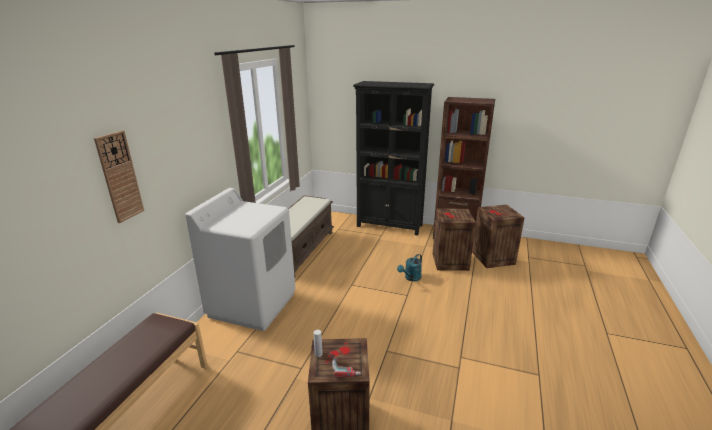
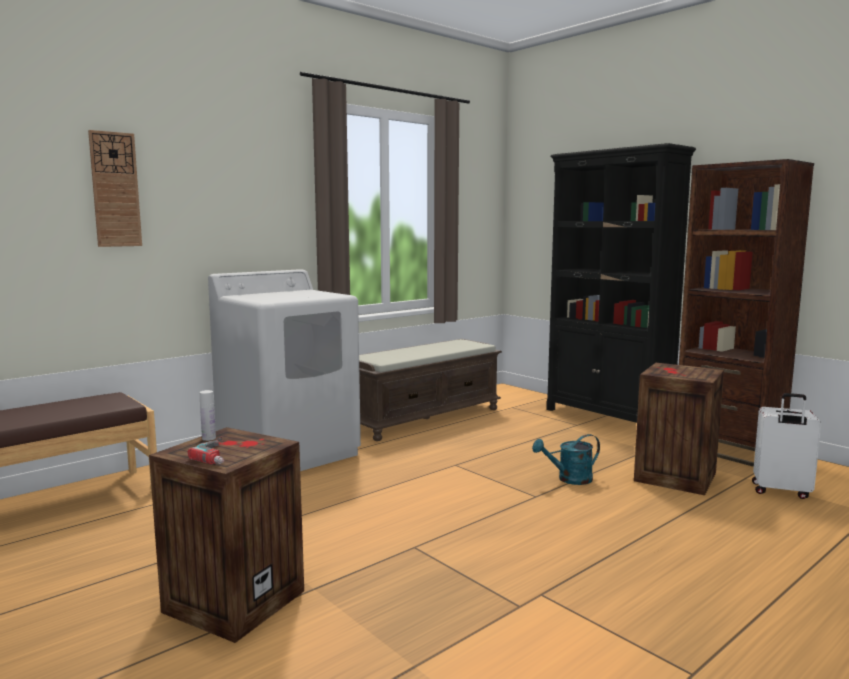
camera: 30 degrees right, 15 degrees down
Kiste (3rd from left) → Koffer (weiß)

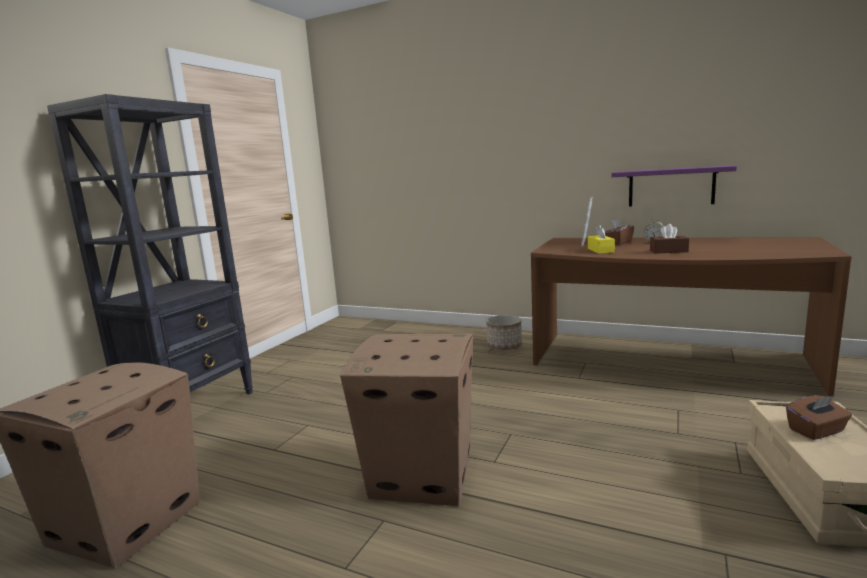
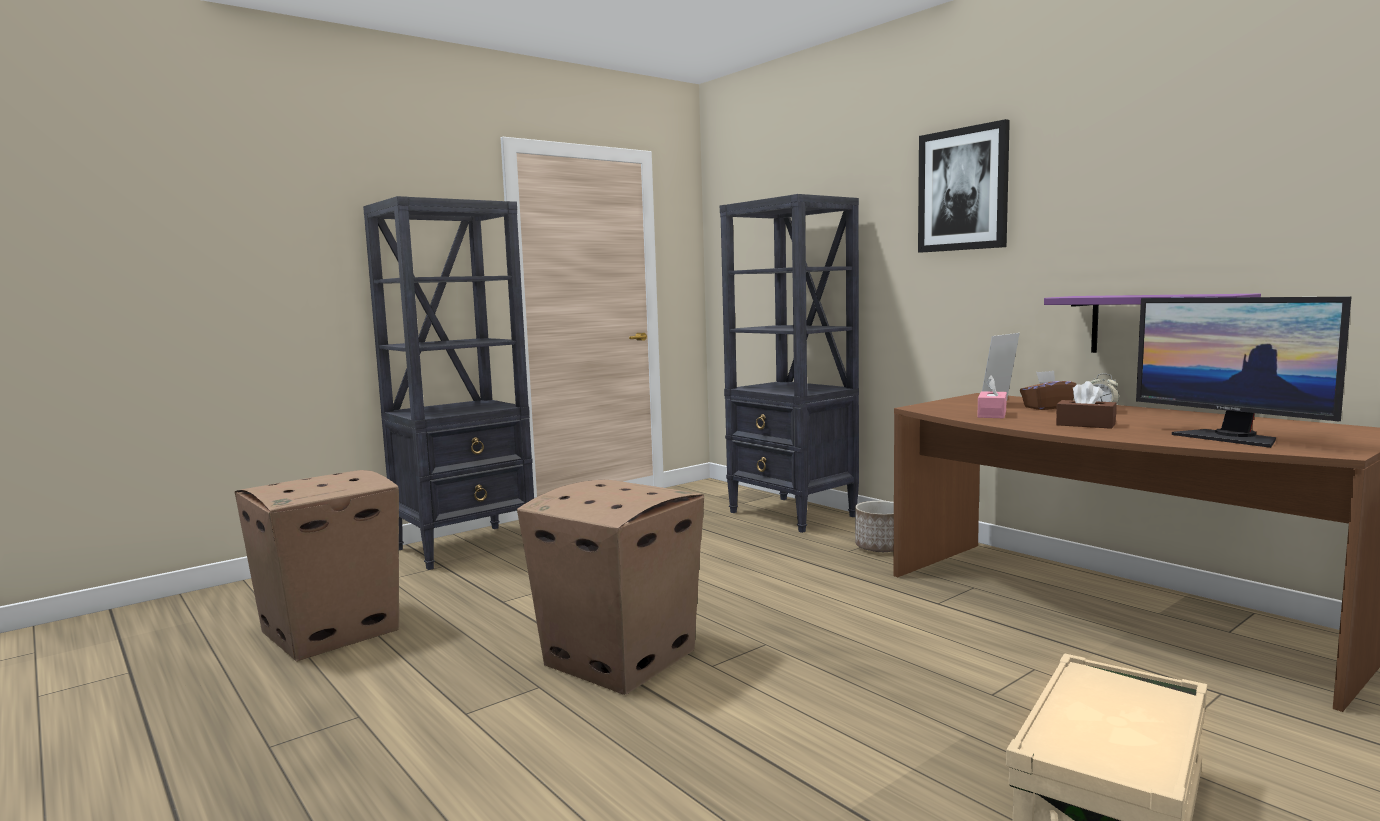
camera: 25 degrees right, 5 degrees down
Taschentuchbox (braun) (3rd from left) → -
- → Bücherregal (schwarz) (2nd from left)
- → Bild
- → Monitor
Taschentuchbox (gelb) → Taschentuchbox (rosa)

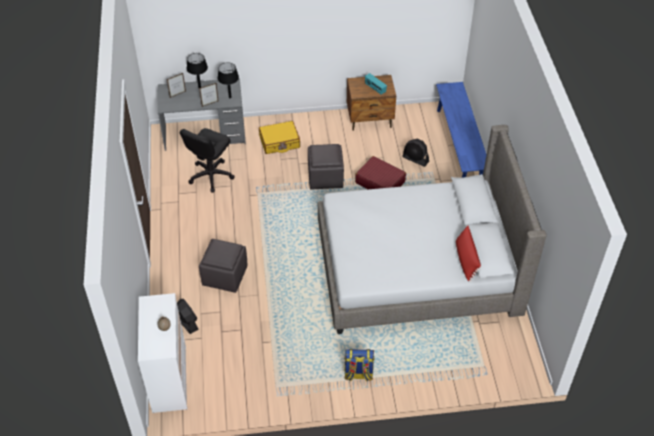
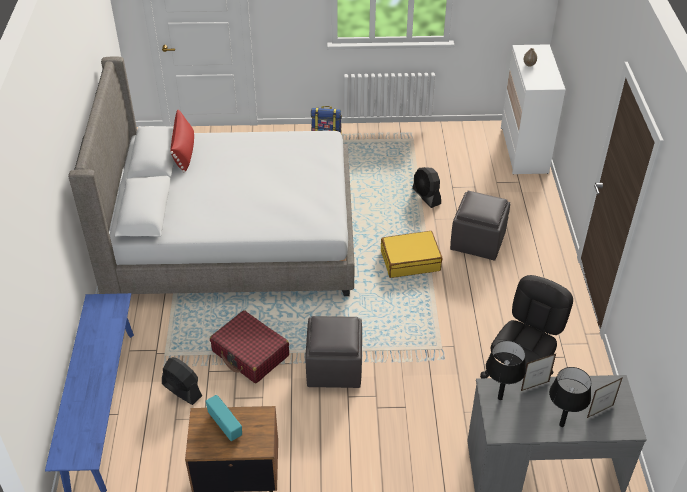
camera: 175 degrees left, 5 degrees down
Ventilator (schwarz) (1st from left in the first image) → Ventilator (schwarz) (2nd from left), move
Koffer (gelb), move

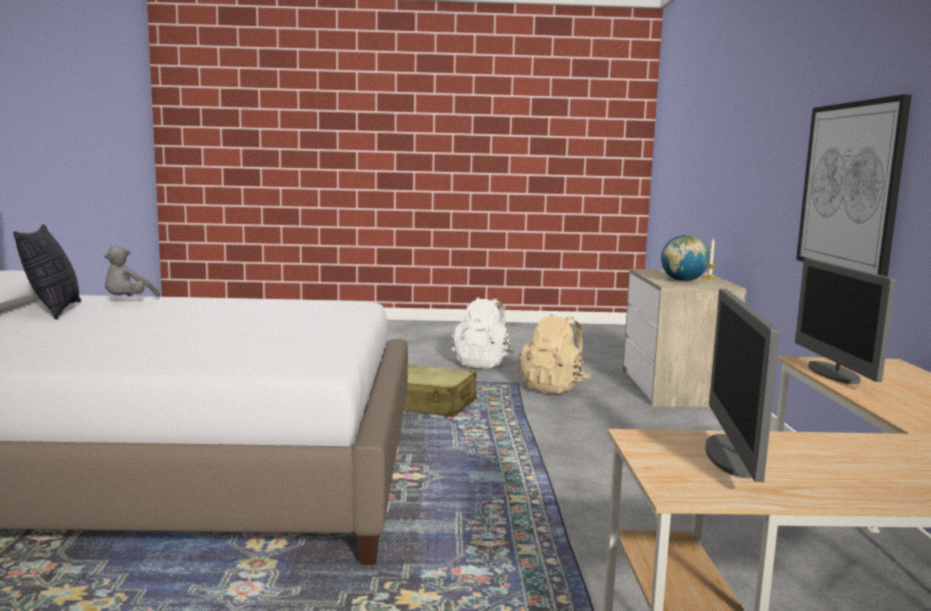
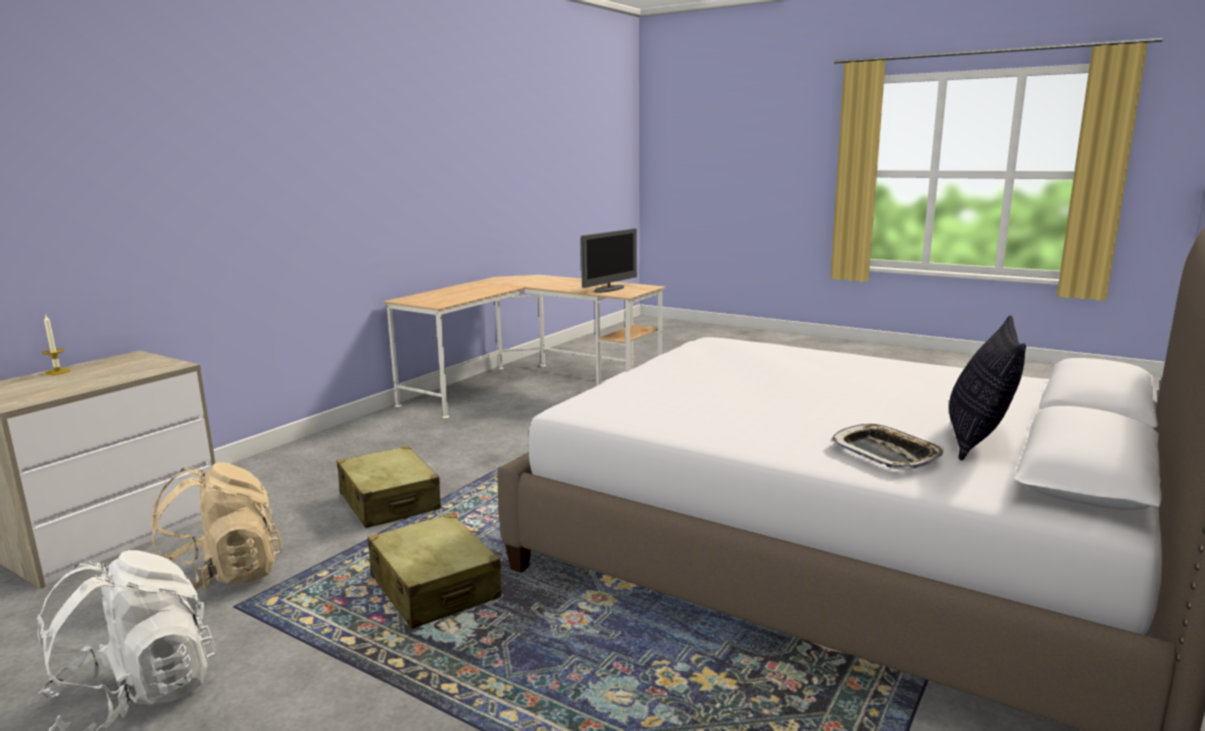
camera: 145 degrees left, 5 degrees up
Globus → -
Monitor (2nd from left) → -
Bild → -
- → Koffer (beige) (1st from left)
Plüschtier (grau) → Tablett

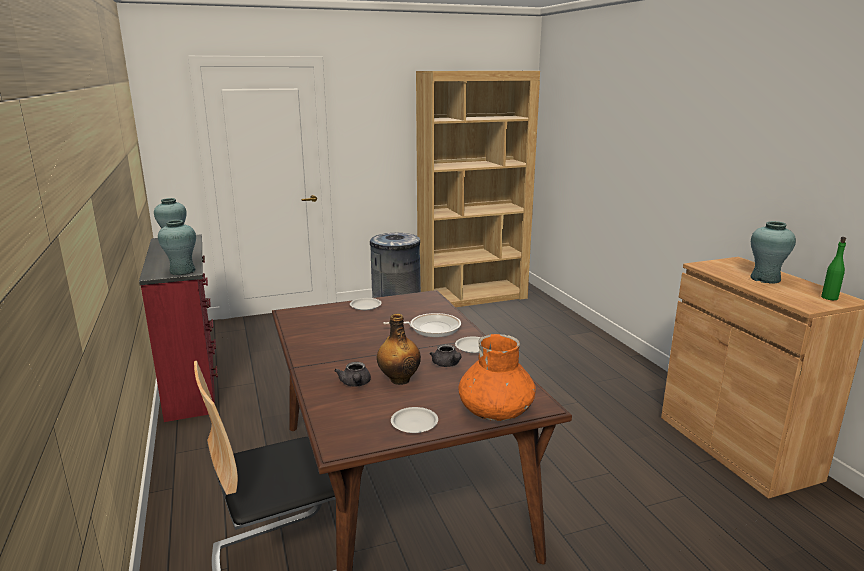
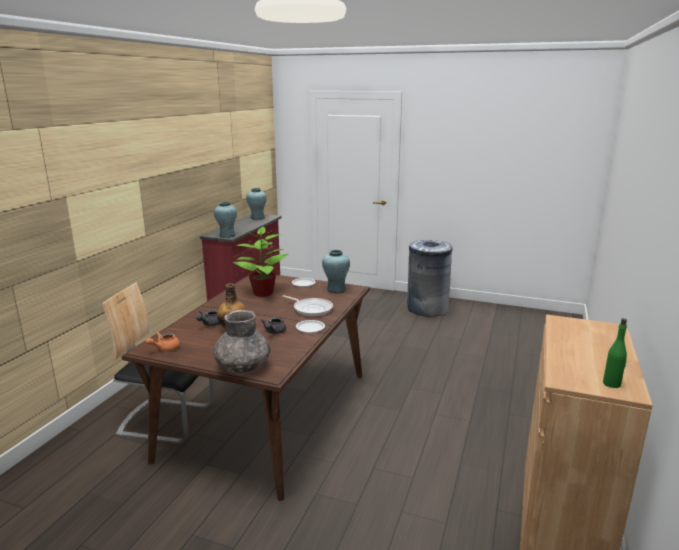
camera: 40 degrees right, 0 degrees up
Teller (weiß) (2nd from left) → -
Bücherregal (braun) → -
- → Teekanne (orange)
- → Topfpflanze
Vase (türkis) (3rd from left), move
Vase (orange) → Vase (grau)

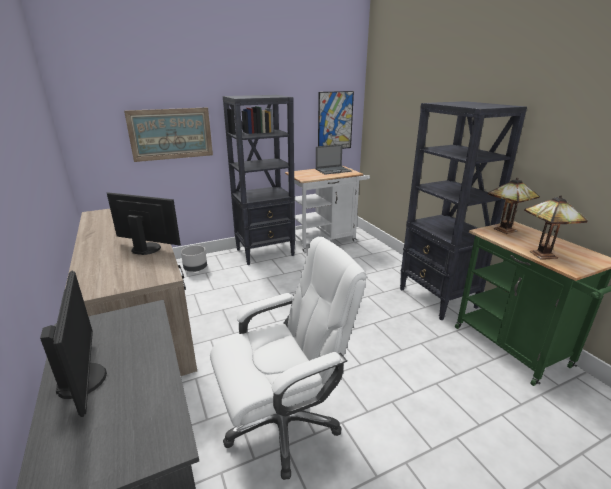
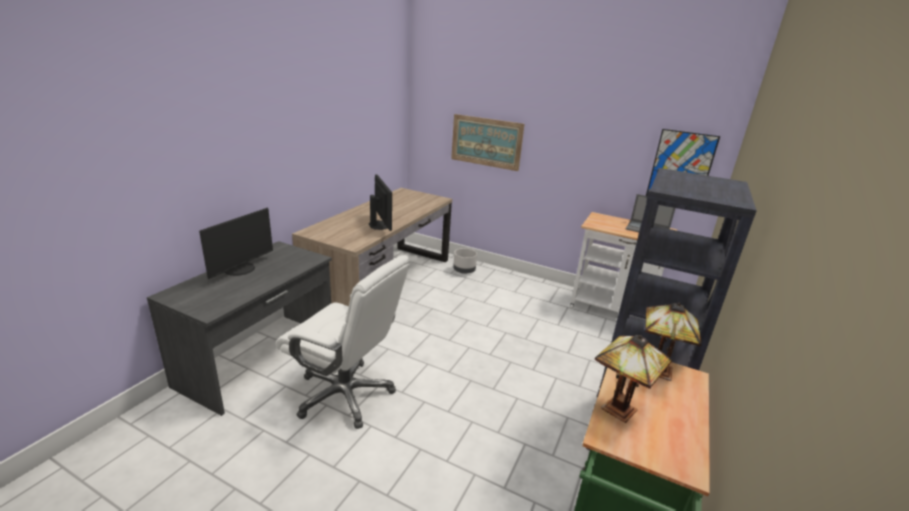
camera: 50 degrees right, 0 degrees up
Bücherregal (schwarz) (1st from left) → -

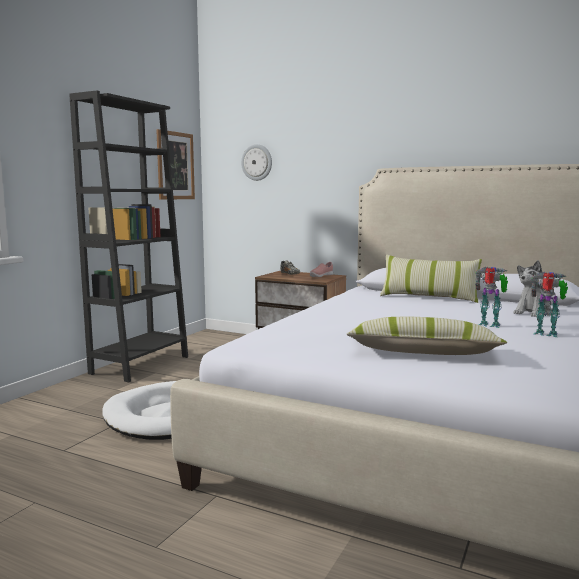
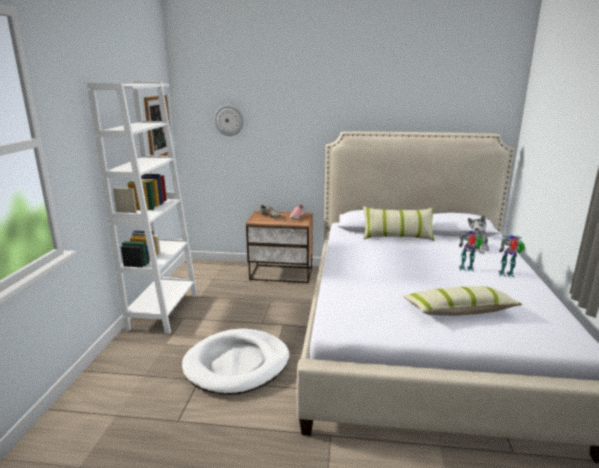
camera: 20 degrees left, 10 degrees up
Bücherregal (schwarz) → Bücherregal (weiß)

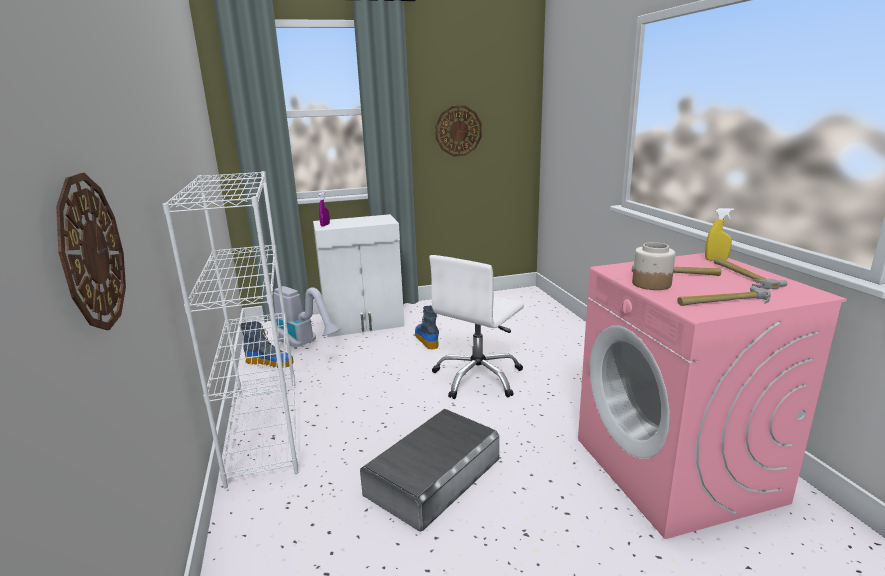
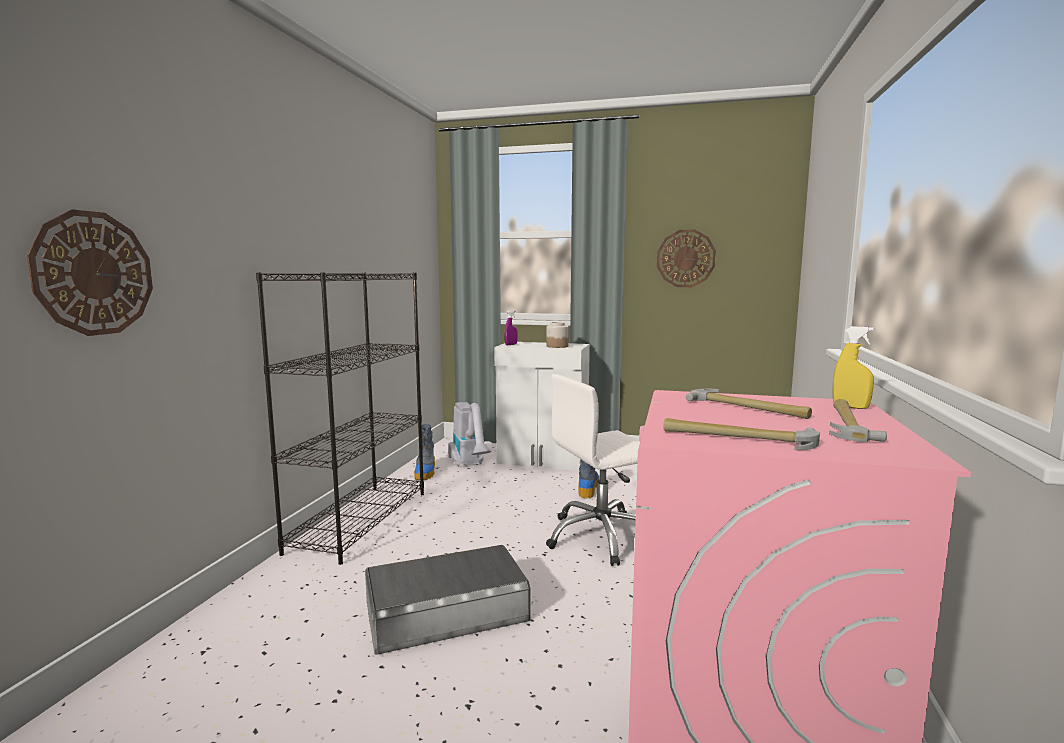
camera: 30 degrees right, 10 degrees down
Vorratsglas, move
Bücherregal (weiß) → Bücherregal (schwarz)
Stiefel (1st from left), 45 degrees clockwise

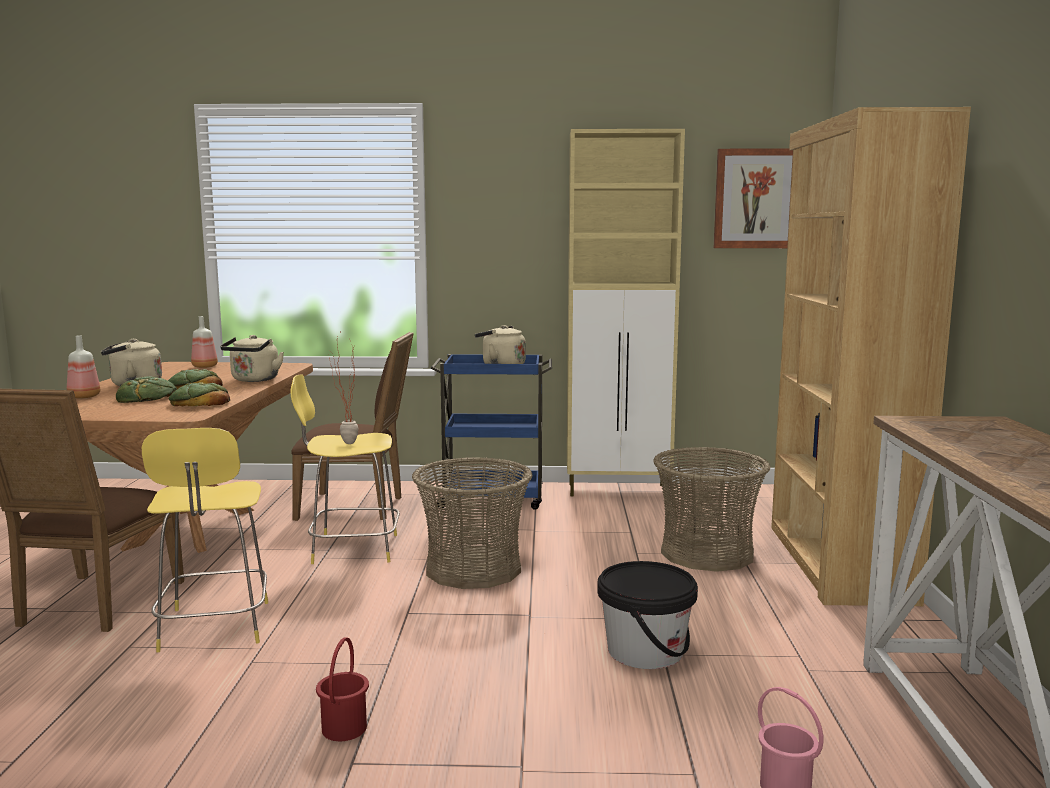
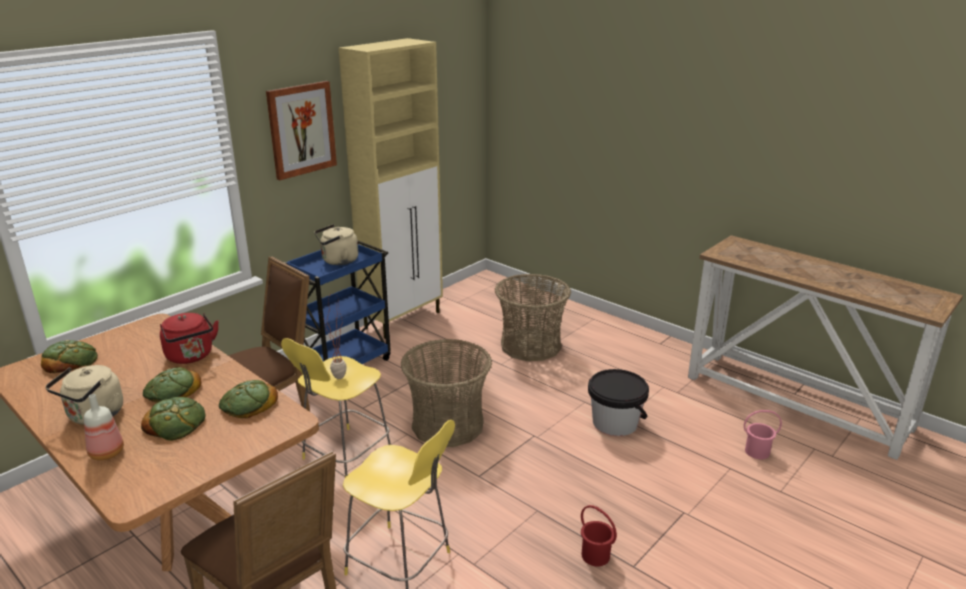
camera: 50 degrees left, 15 degrees up
Bücherregal (braun) → -
Bild, move
Flasche (2nd from left) → Brot (1st from left)
Wasserkessel (beige) (2nd from left) → Wasserkessel (rot)

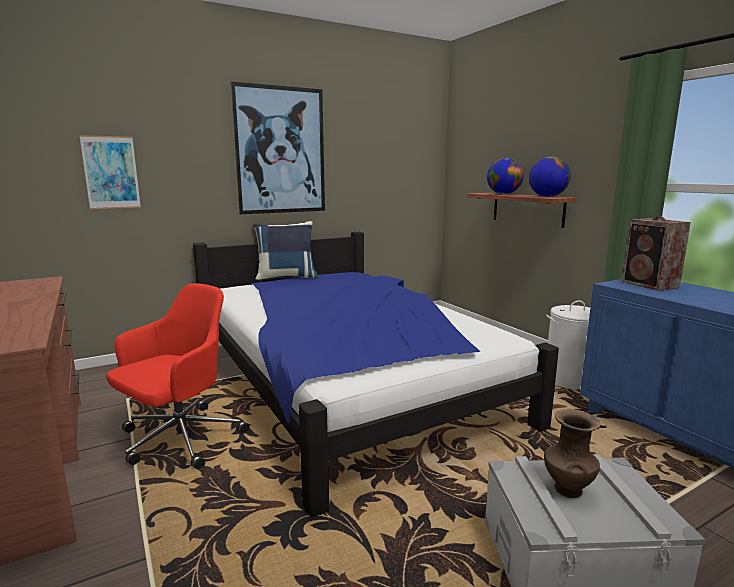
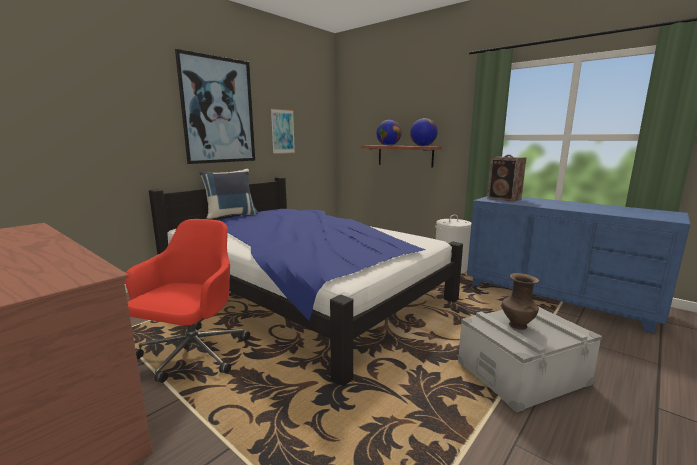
camera: 20 degrees left, 0 degrees up
Bild (1st from left in the first image) → Bild (2nd from left), move

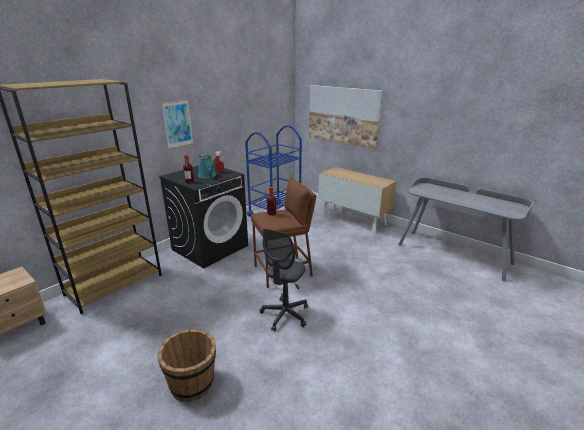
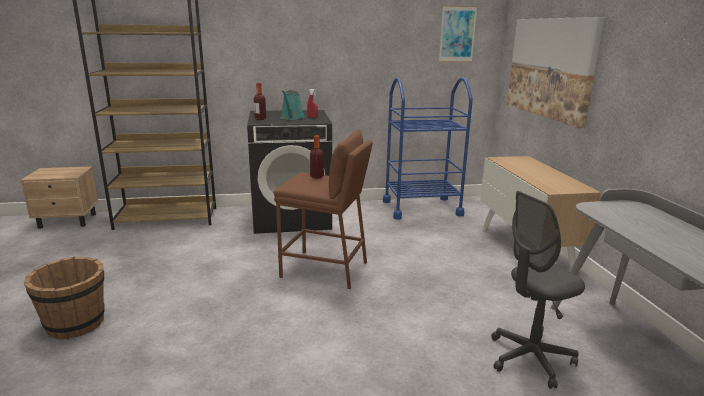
camera: 40 degrees right, 5 degrees down
Bild (1st from left), move
Bürostuhl (grau), move

